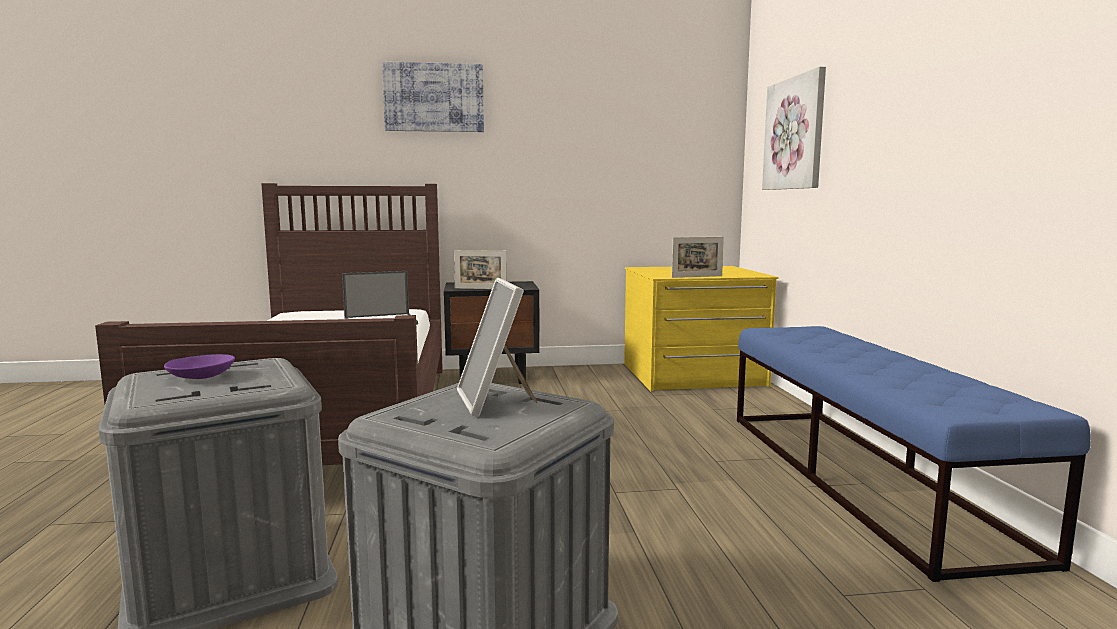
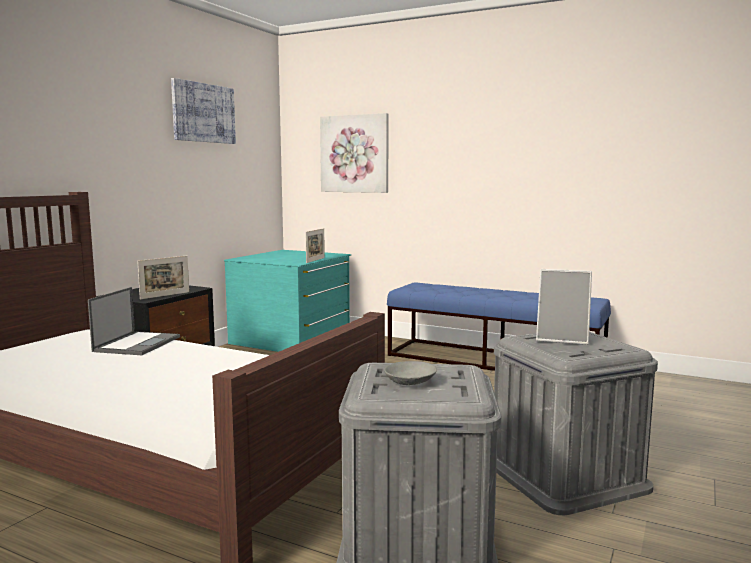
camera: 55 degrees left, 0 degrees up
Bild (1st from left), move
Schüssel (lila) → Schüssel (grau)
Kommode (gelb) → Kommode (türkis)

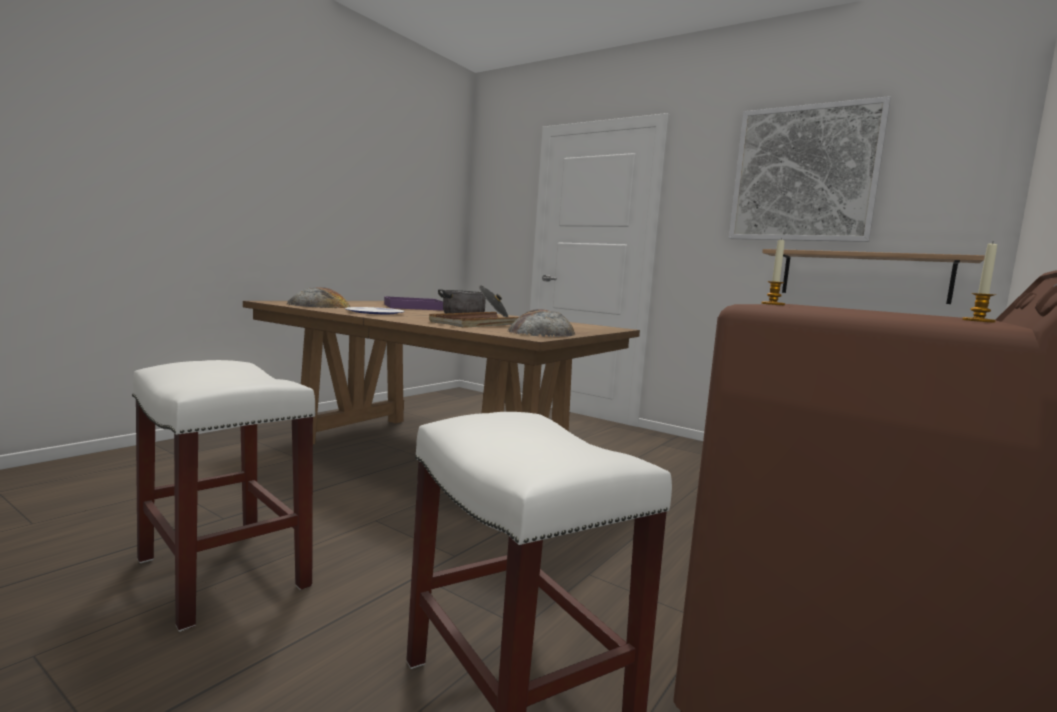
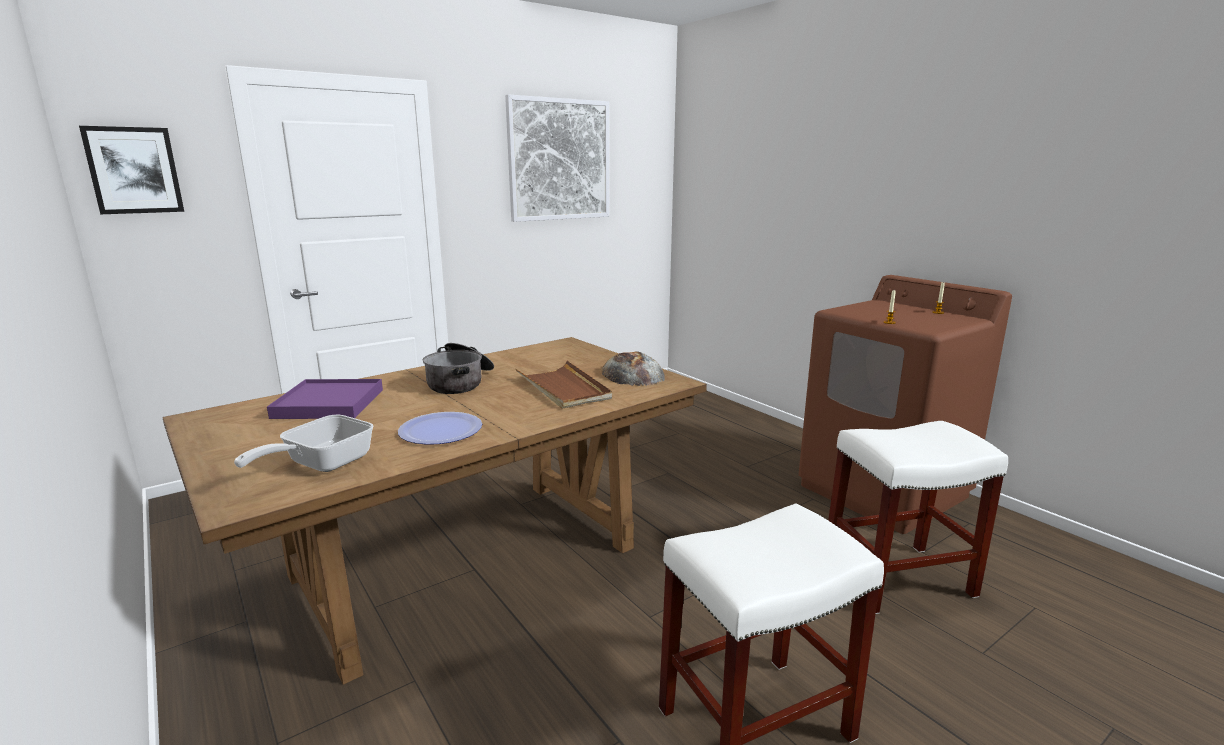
camera: 70 degrees left, 10 degrees up
Wandregal → -
- → Bild (1st from left)
Brot (1st from left) → Pfanne

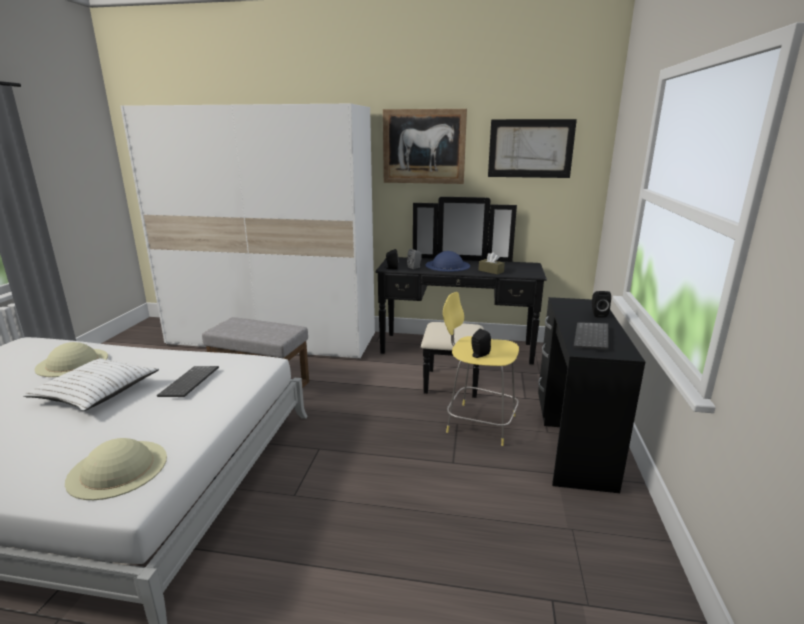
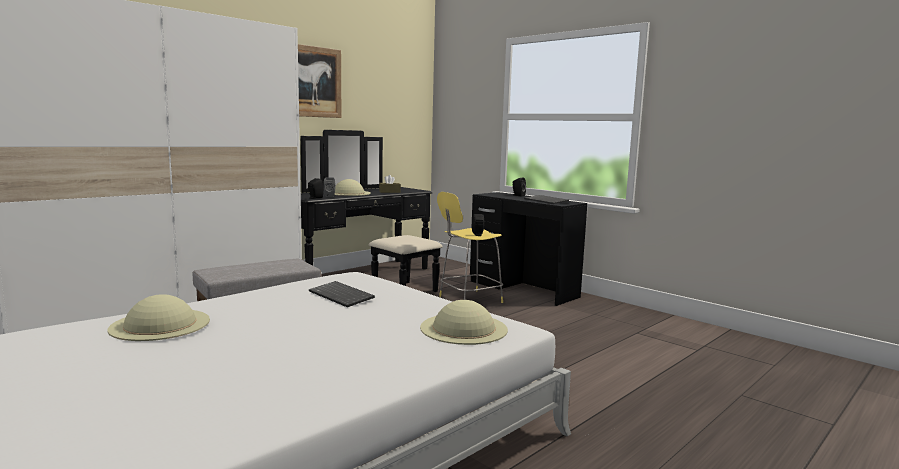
camera: 55 degrees left, 10 degrees down
Kissen (weiß) → -
Bild (2nd from left) → -
Hut (blau) → Hut (beige) (2nd from left)

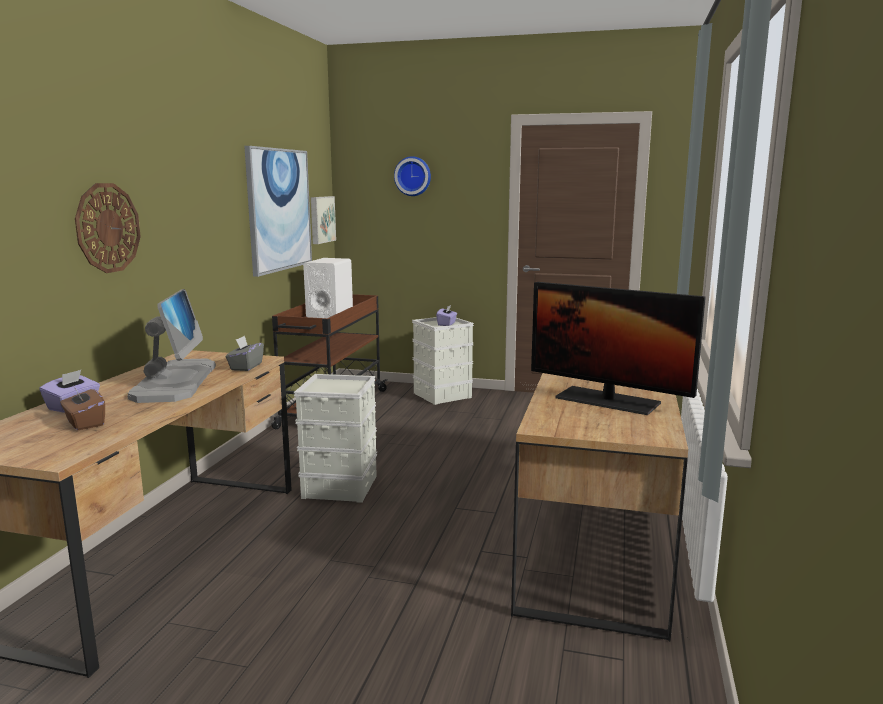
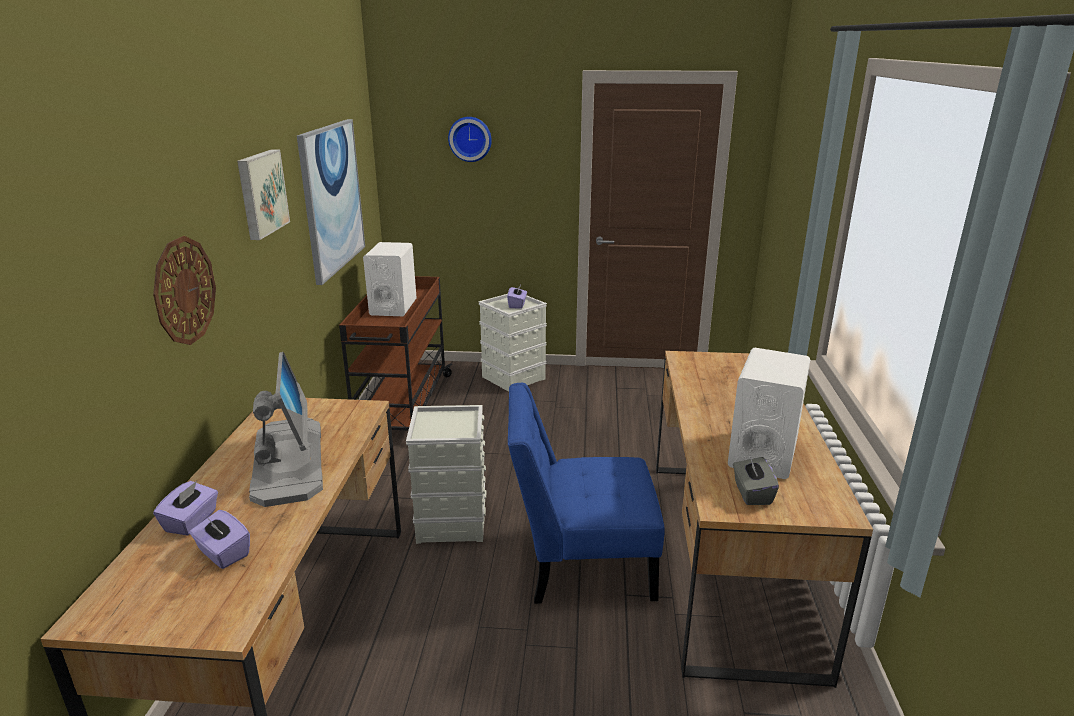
camera: 10 degrees left, 10 degrees up
- → Stuhl (blau)
Taschentuchbox (grau), move
Bild (2nd from left in the first image) → Bild (1st from left), move
Monitor (2nd from left) → Lautsprecher (weiß) (2nd from left)
Taschentuchbox (braun) → Taschentuchbox (lila) (2nd from left)

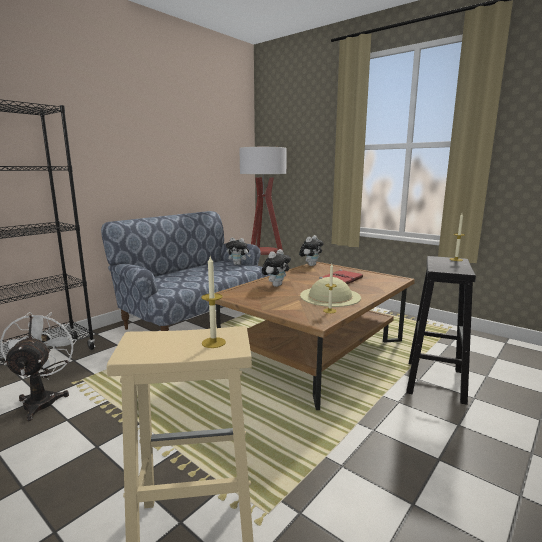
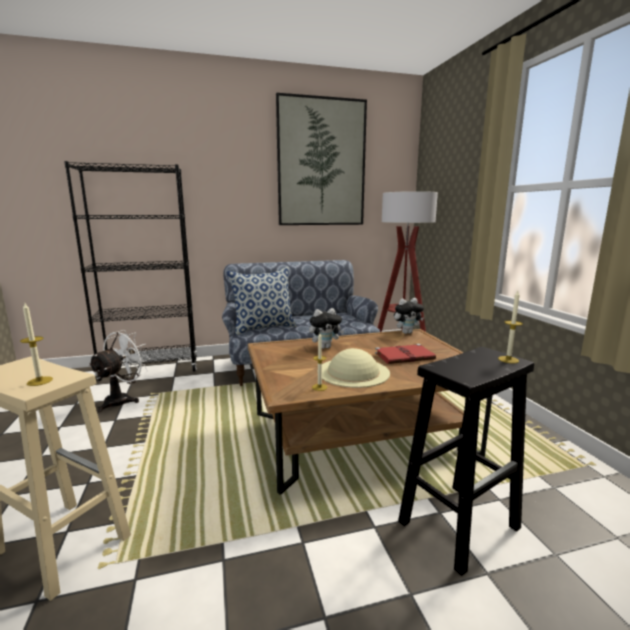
camera: 35 degrees right, 0 degrees up
Plüschtier (1st from left) → -
- → Kissen
- → Bild

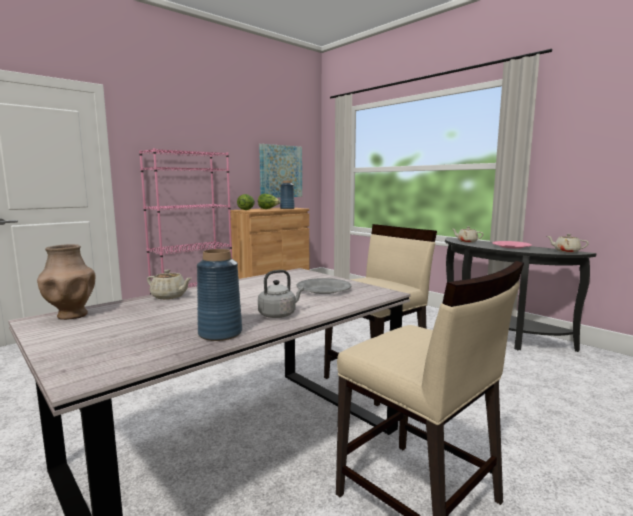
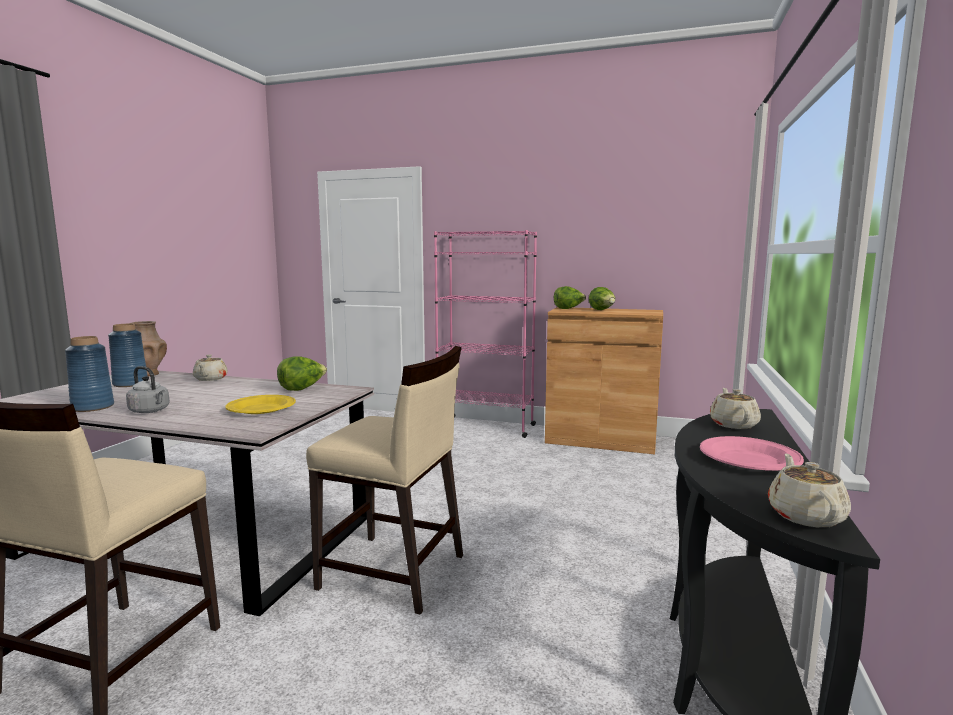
camera: 60 degrees right, 0 degrees up
Bild → -
- → Salatkopf (1st from left)
Vase (blau) (2nd from left), move
Teller (grau) → Teller (gelb)

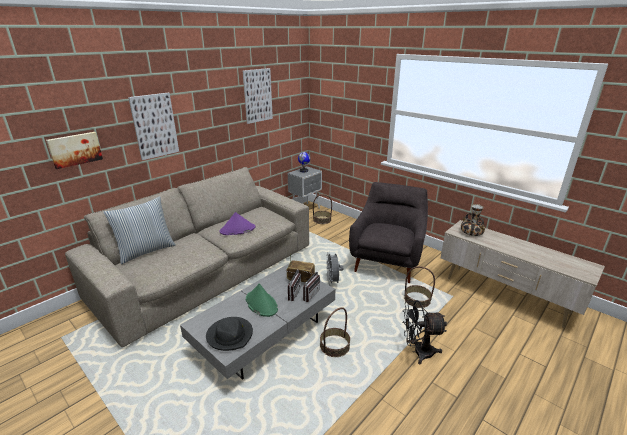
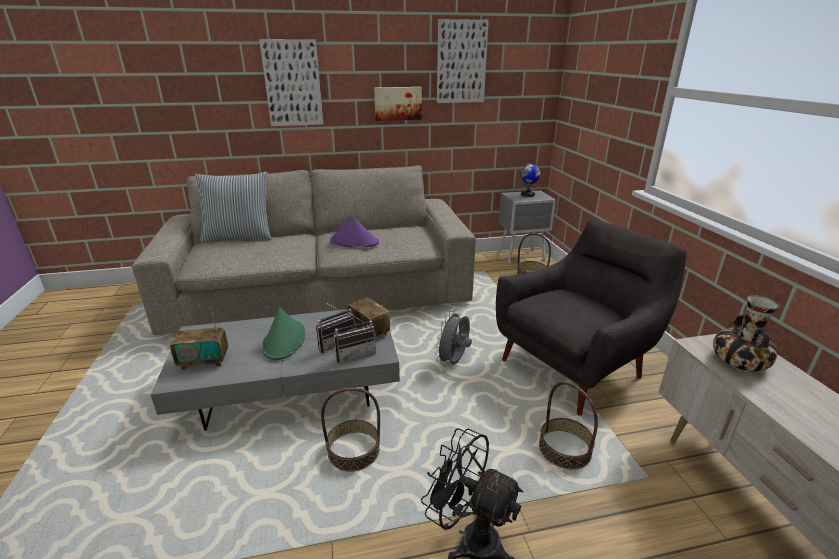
camera: 35 degrees right, 0 degrees up
Bild (1st from left in the first image) → Bild (2nd from left), move
Hut (schwarz) → Radio (1st from left)

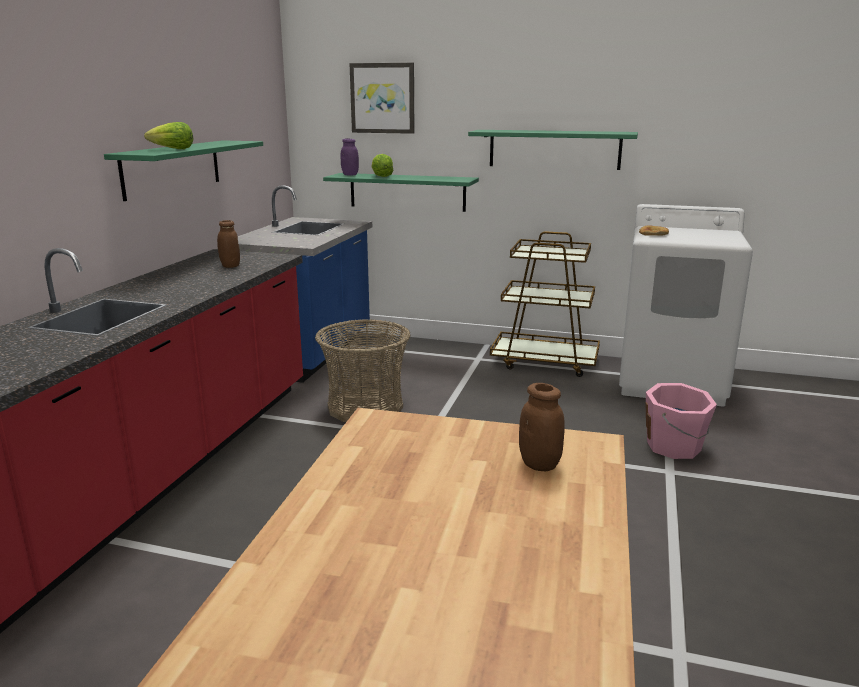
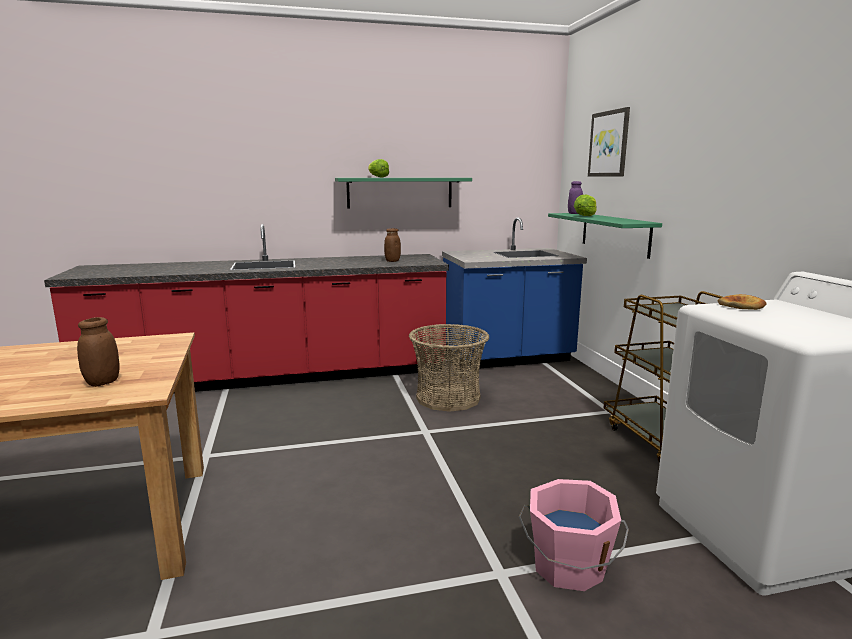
camera: 60 degrees right, 5 degrees down
Wandregal (grün) (3rd from left) → -

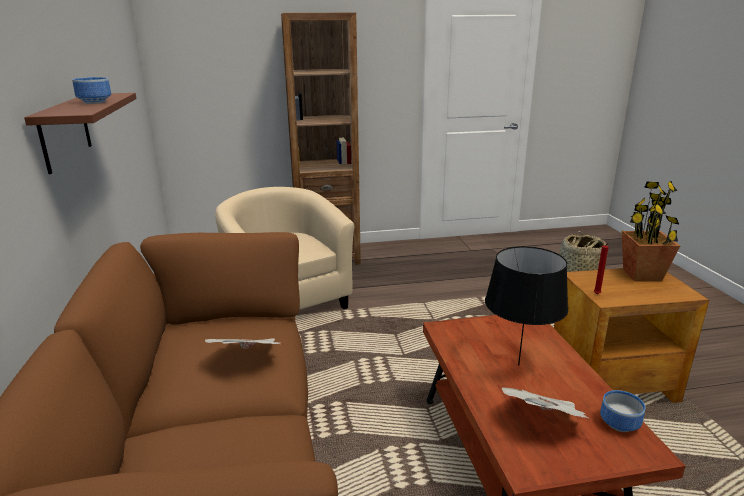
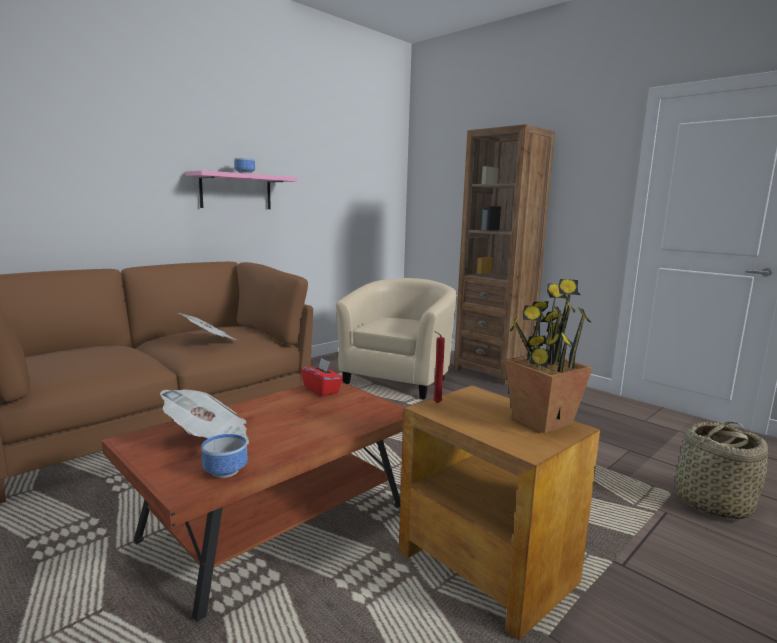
camera: 55 degrees right, 10 degrees down
Tischlampe (schwarz) → -
- → Taschentuchbox (rot)
Wandregal (braun) → Wandregal (rosa)

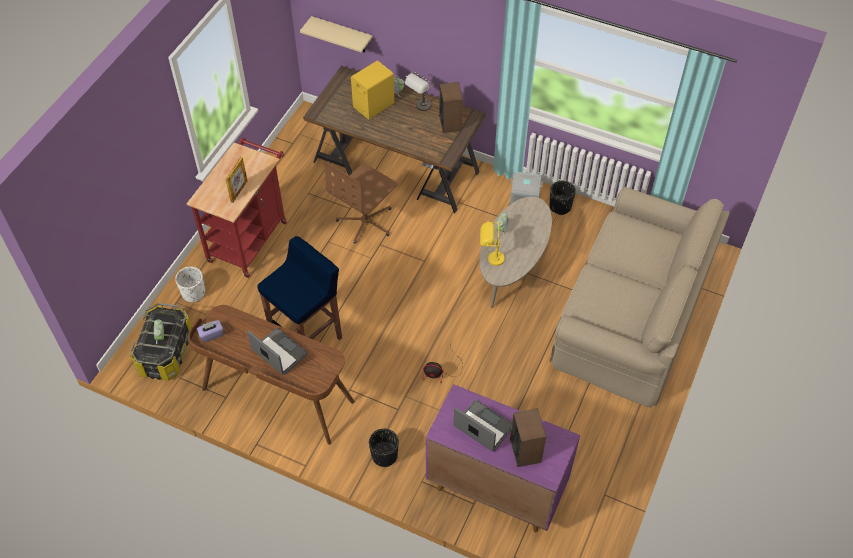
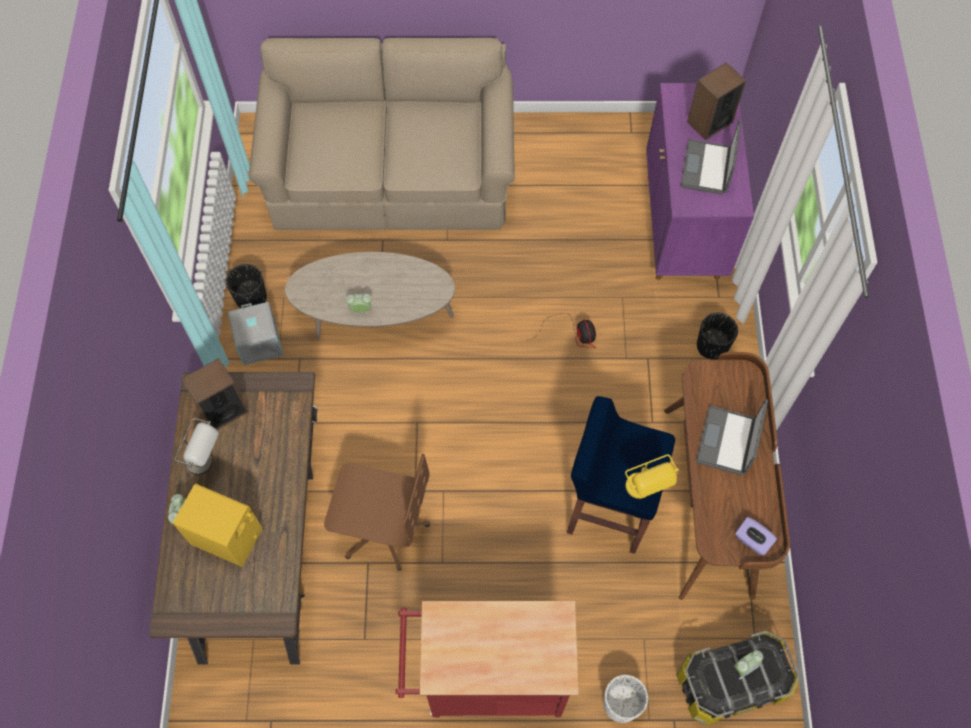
camera: 115 degrees left, 10 degrees up
Bilderrahmen → -
Wandregal (beige) → -
Tischlampe (gelb), move

